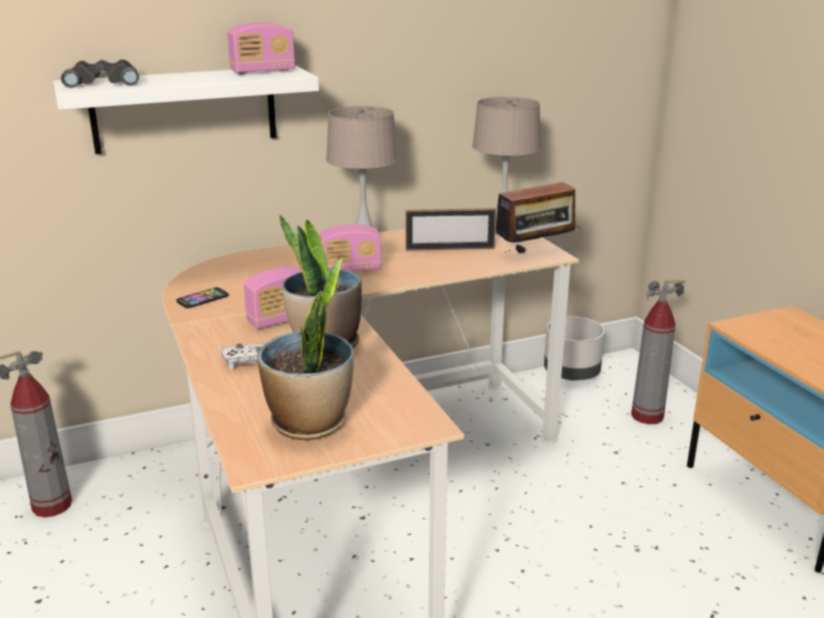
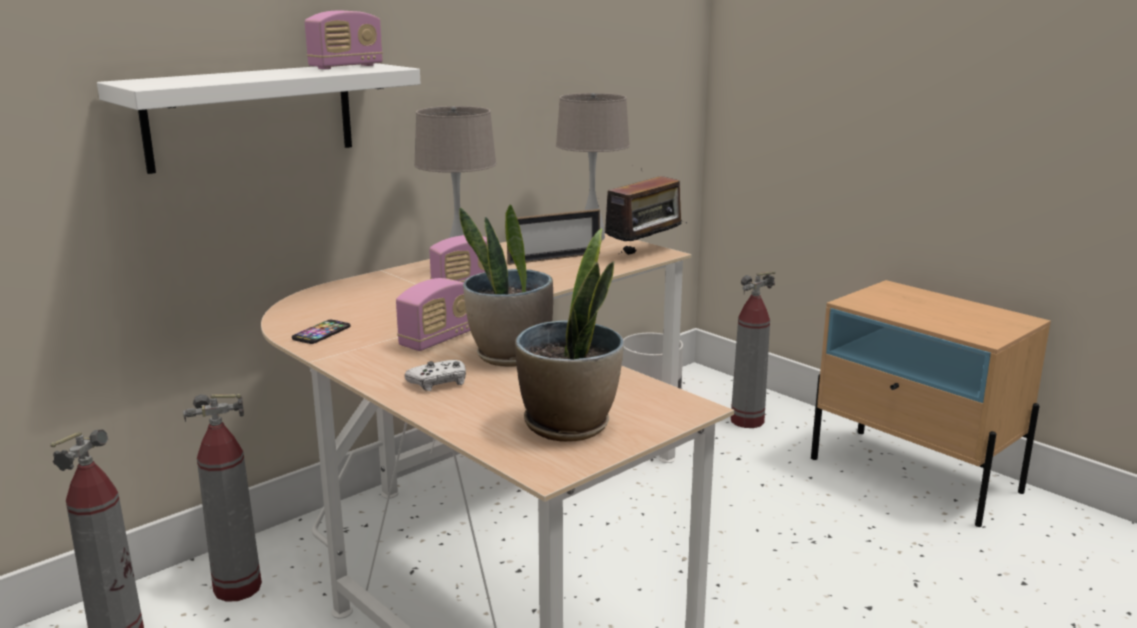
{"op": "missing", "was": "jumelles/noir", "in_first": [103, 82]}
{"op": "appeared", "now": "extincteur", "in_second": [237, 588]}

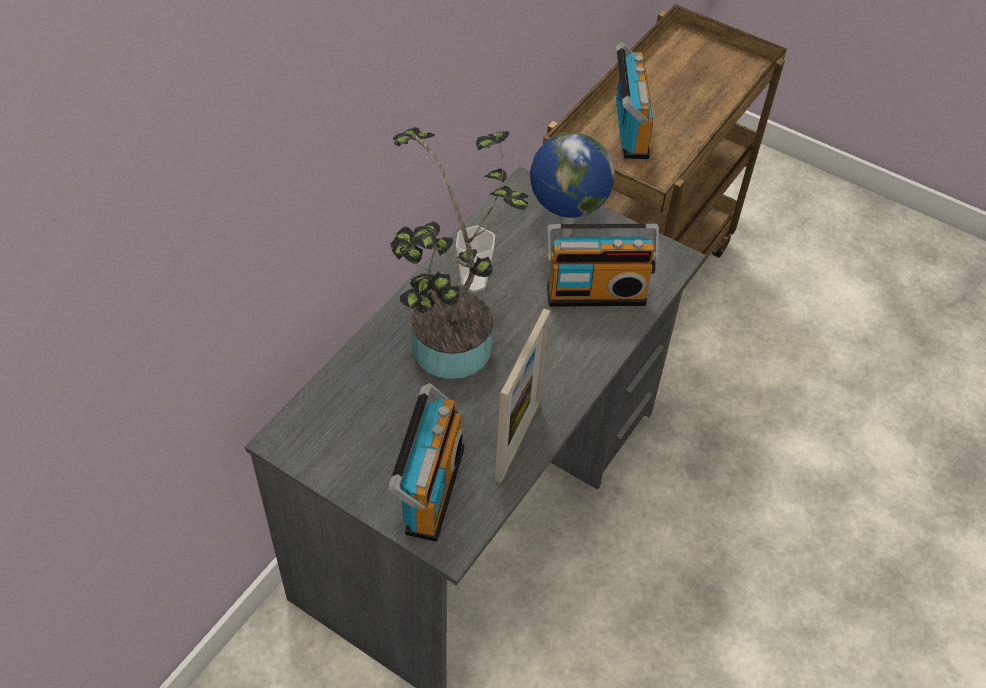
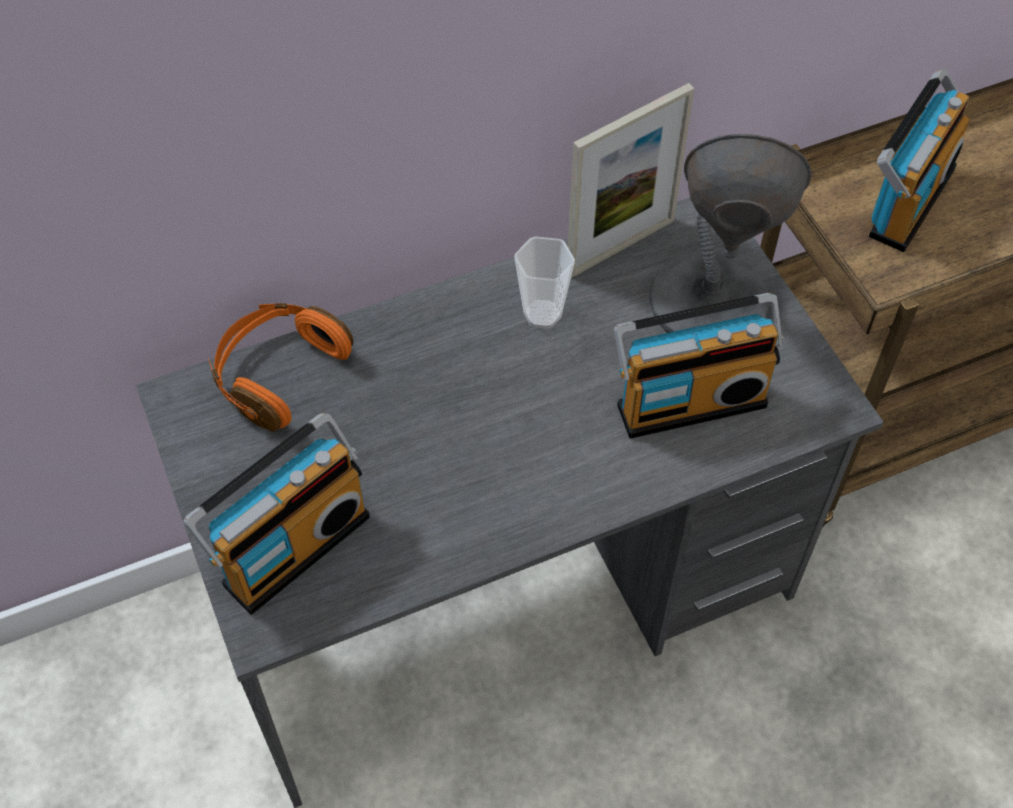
{"op": "missing", "was": "plante en pot", "in_first": [448, 354]}
{"op": "appeared", "now": "casque audio/orange", "in_second": [278, 373]}
{"op": "relocated", "was": "cadre photo", "in_first": [518, 440], "in_second": [620, 246]}
{"op": "exchanged", "was": "globe", "now": "lampe de table/gris", "in_first": [563, 232], "in_second": [707, 301]}
{"op": "spun", "was": "radio", "in_first": [595, 291], "in_second": [689, 400], "clockwise": -45}

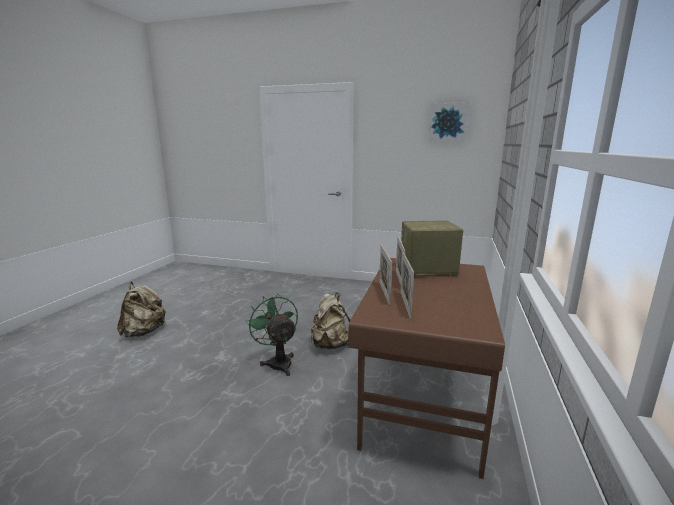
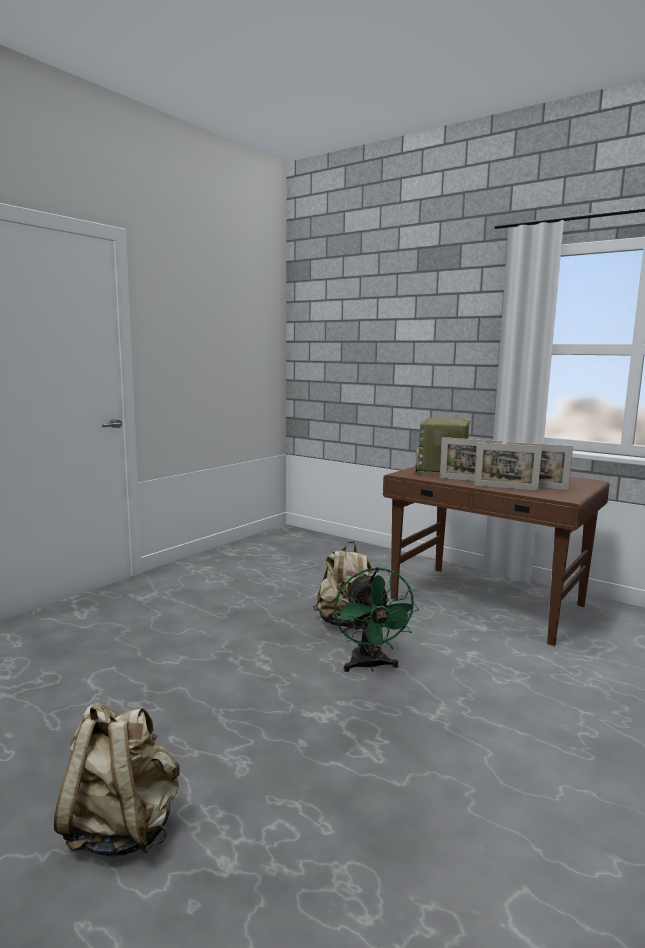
{"op": "missing", "was": "tableau", "in_first": [448, 122]}
{"op": "spun", "was": "ventilateur/vert", "in_first": [278, 362], "in_second": [370, 666], "clockwise": -90}

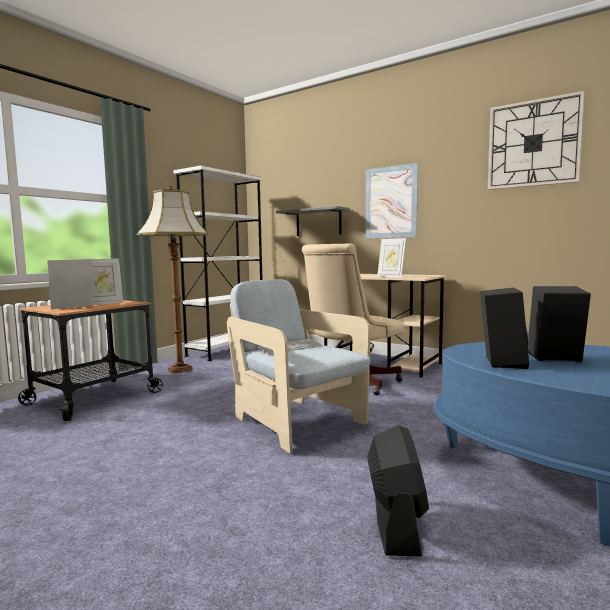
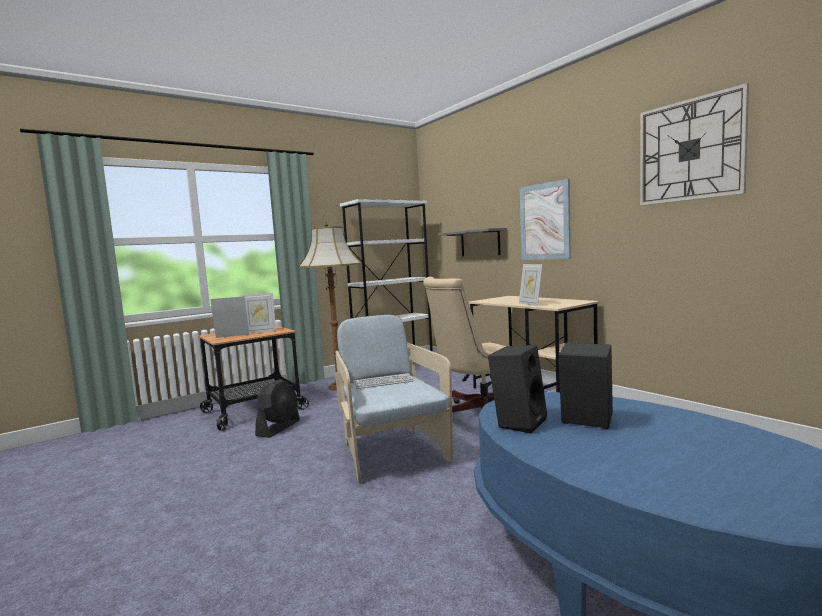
{"op": "relocated", "was": "ventilateur/noir", "in_first": [396, 524], "in_second": [279, 428]}

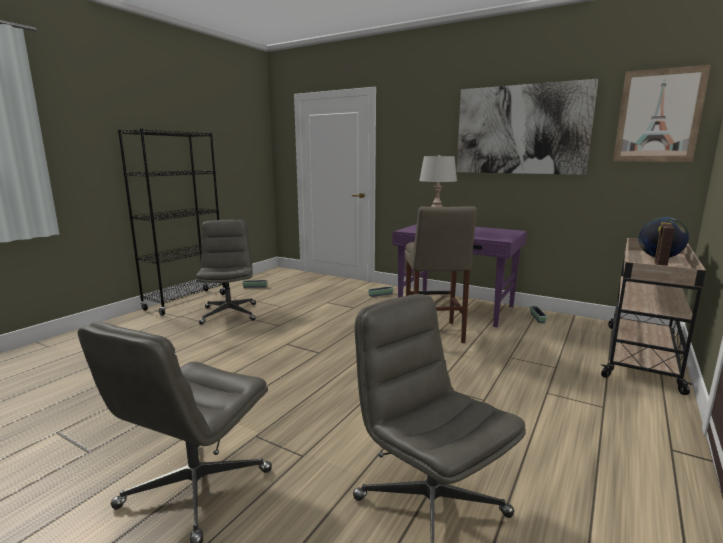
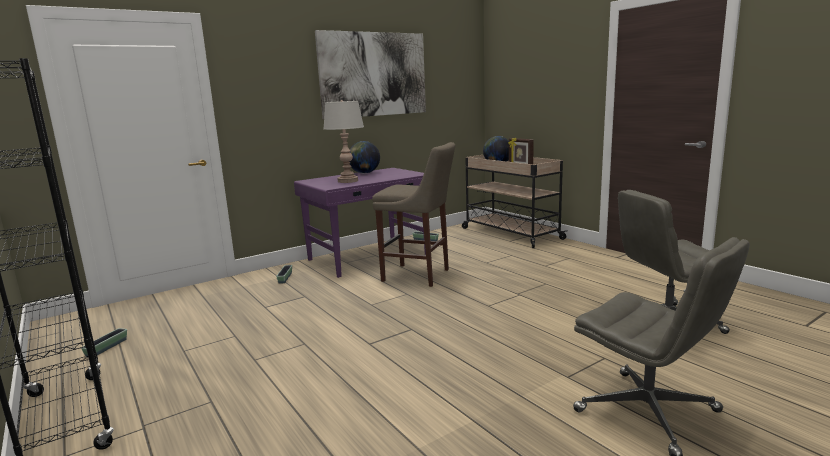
{"op": "missing", "was": "chaise de bureau/gris", "in_first": [229, 313]}
{"op": "missing", "was": "tableau", "in_first": [658, 116]}
{"op": "appeared", "now": "globe", "in_second": [364, 173]}

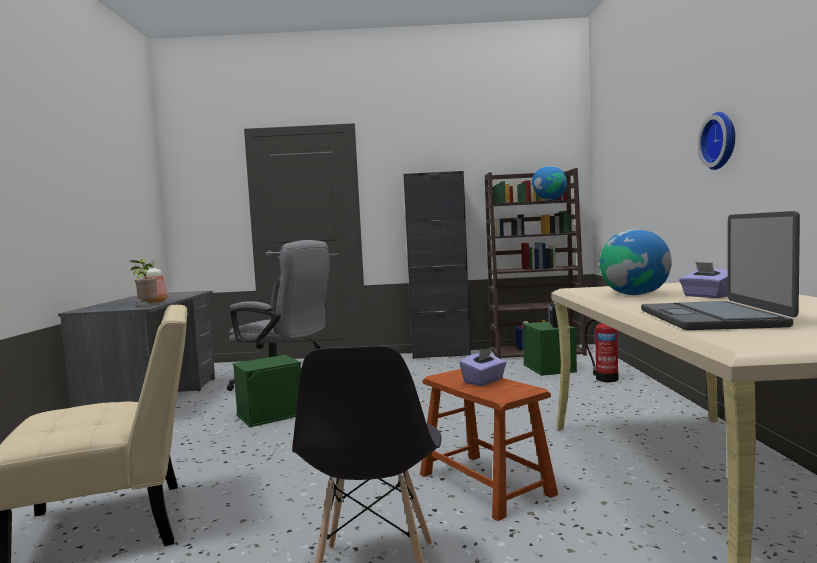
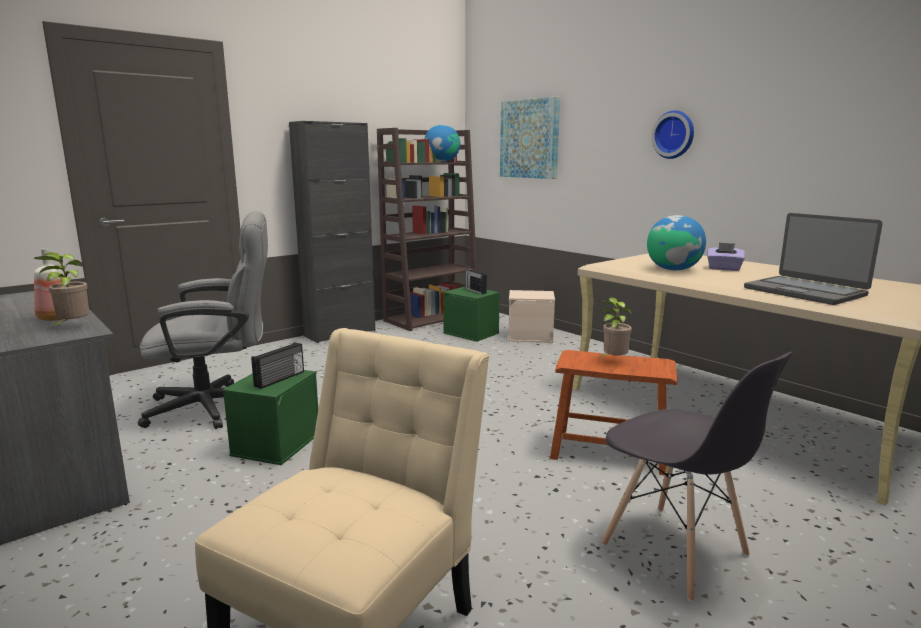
{"op": "appeared", "now": "radio", "in_second": [280, 379]}
{"op": "appeared", "now": "tableau", "in_second": [529, 139]}
{"op": "exchanged", "was": "boîte à mouchoirs/violet", "now": "plante en pot", "in_first": [484, 381], "in_second": [613, 360]}
{"op": "exchanged", "was": "extincteur", "now": "boîte de rangement/beige", "in_first": [605, 379], "in_second": [531, 336]}

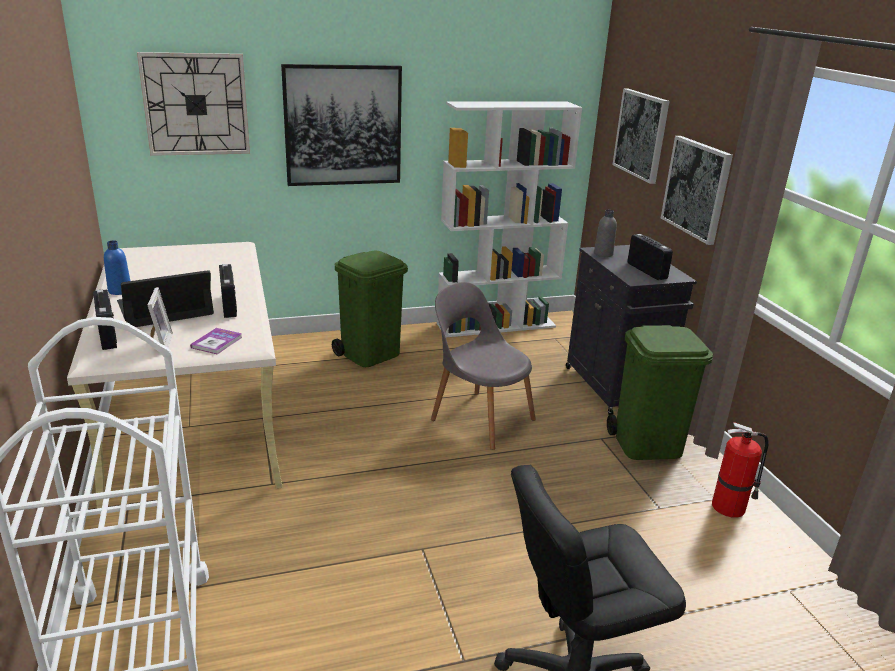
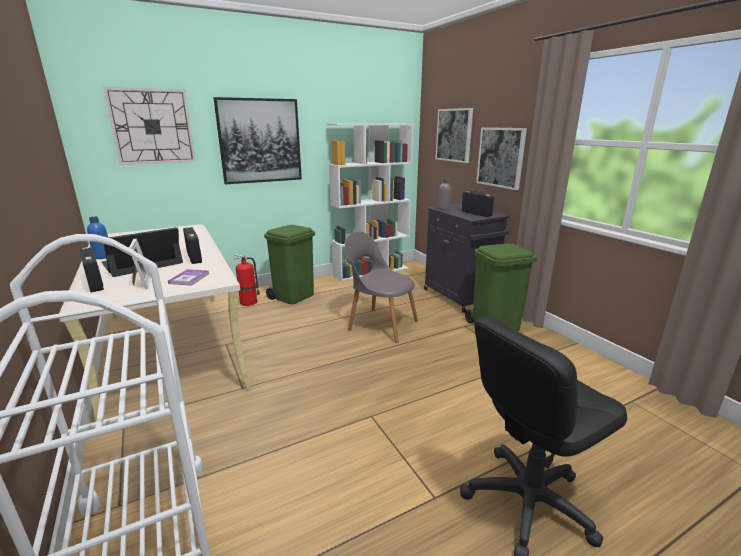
{"op": "relocated", "was": "extincteur", "in_first": [730, 507], "in_second": [249, 302]}

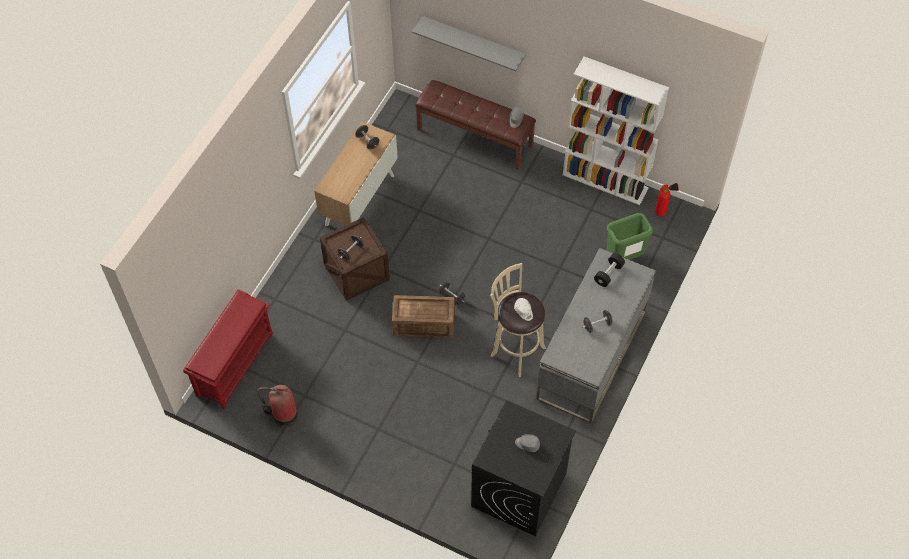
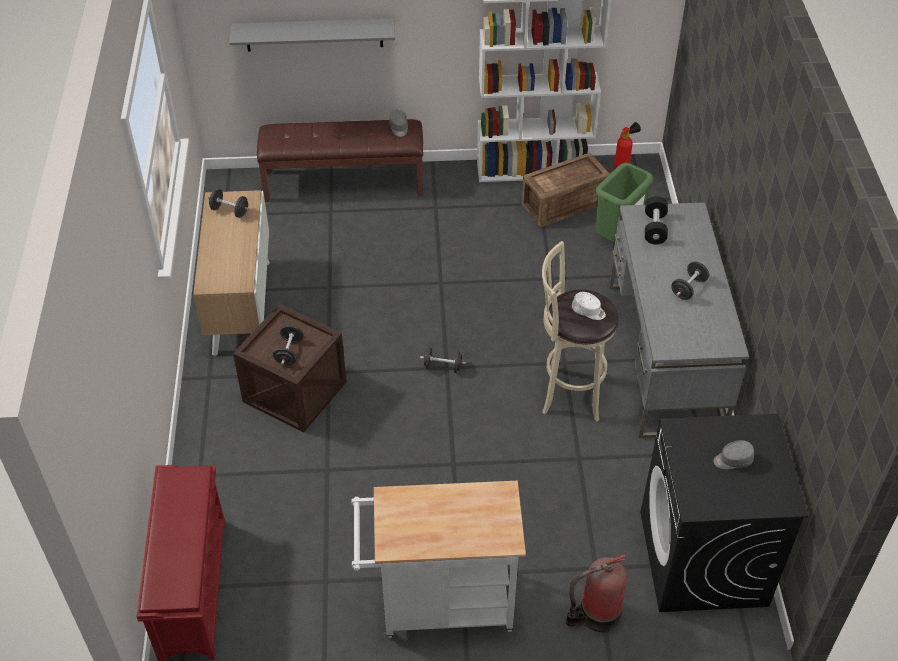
{"op": "appeared", "now": "chariot/blanc", "in_second": [438, 603]}
{"op": "relocated", "was": "extincteur", "in_first": [283, 415], "in_second": [596, 615]}
{"op": "relocated", "was": "caisse", "in_first": [425, 325], "in_second": [565, 204]}

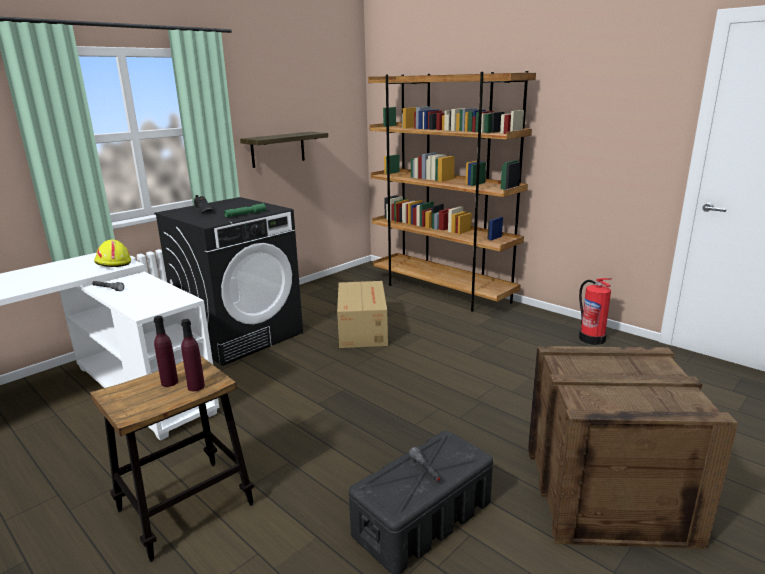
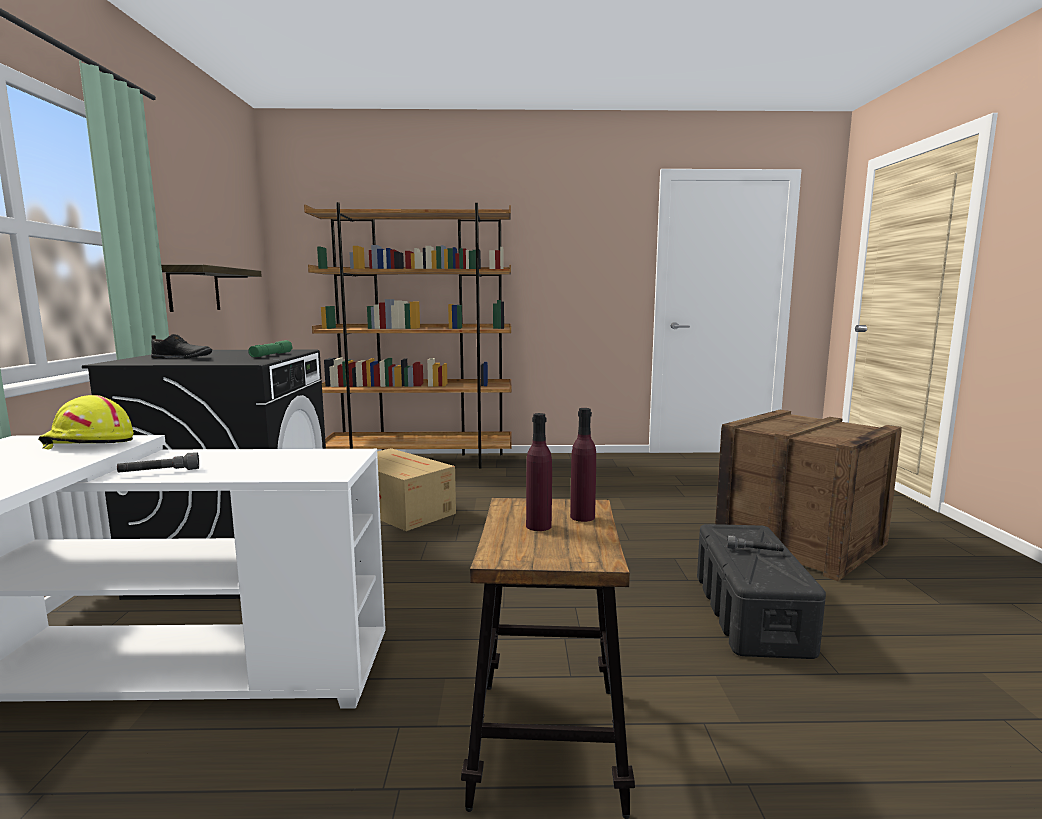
{"op": "missing", "was": "extincteur", "in_first": [591, 338]}

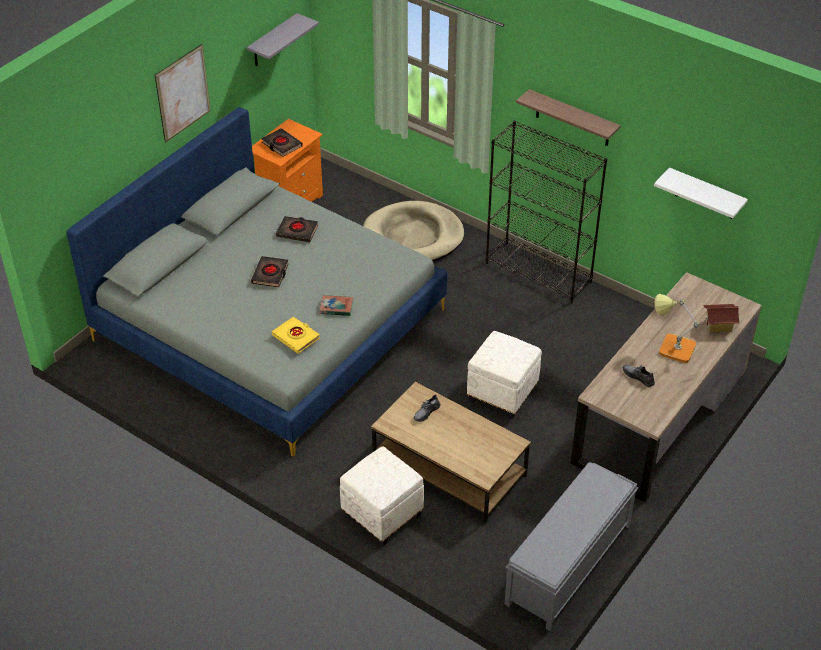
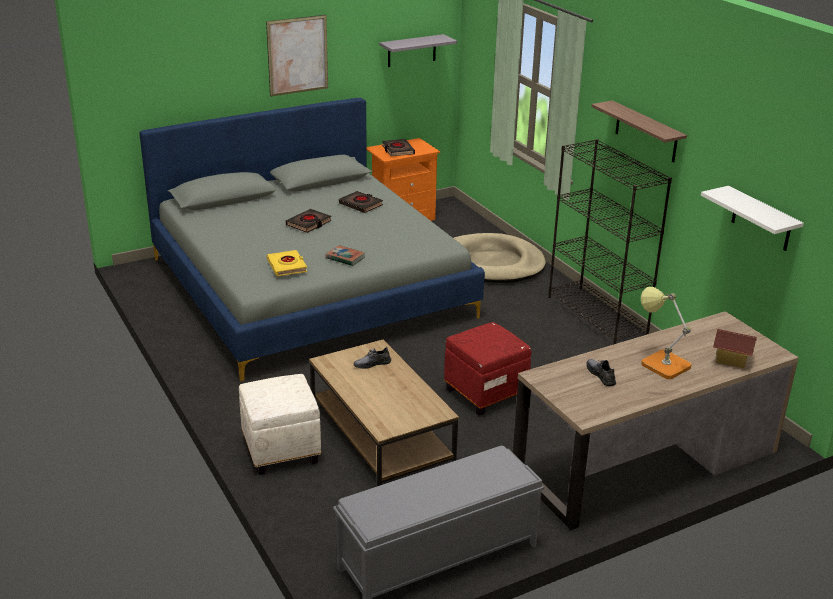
{"op": "colour", "was": "pouf/blanc", "now": "pouf/rouge", "in_first": [502, 394], "in_second": [485, 394]}

